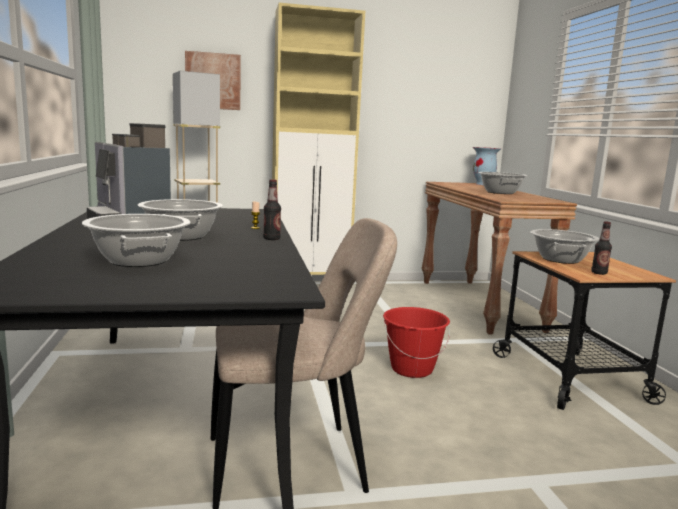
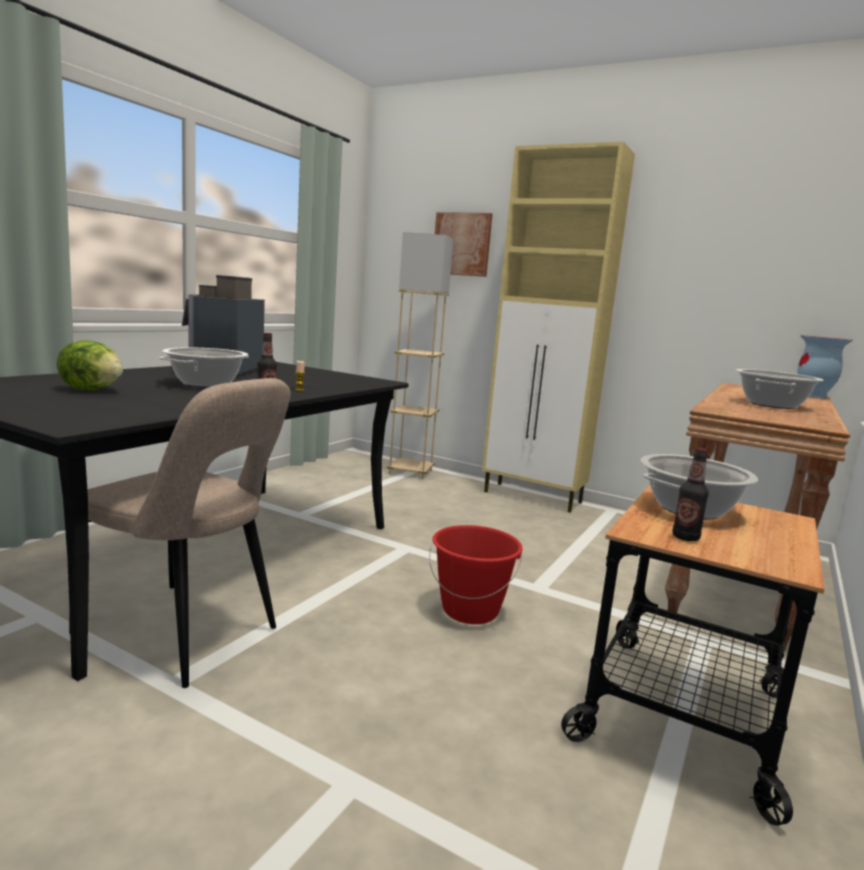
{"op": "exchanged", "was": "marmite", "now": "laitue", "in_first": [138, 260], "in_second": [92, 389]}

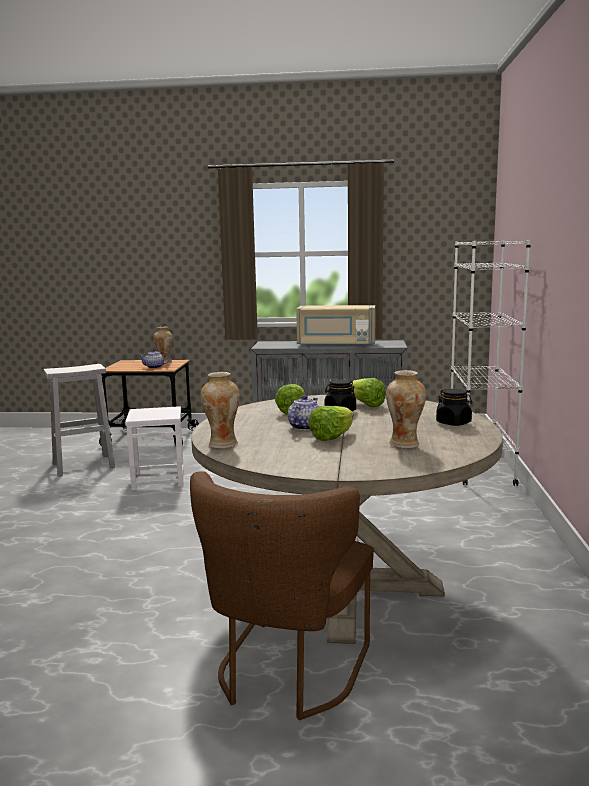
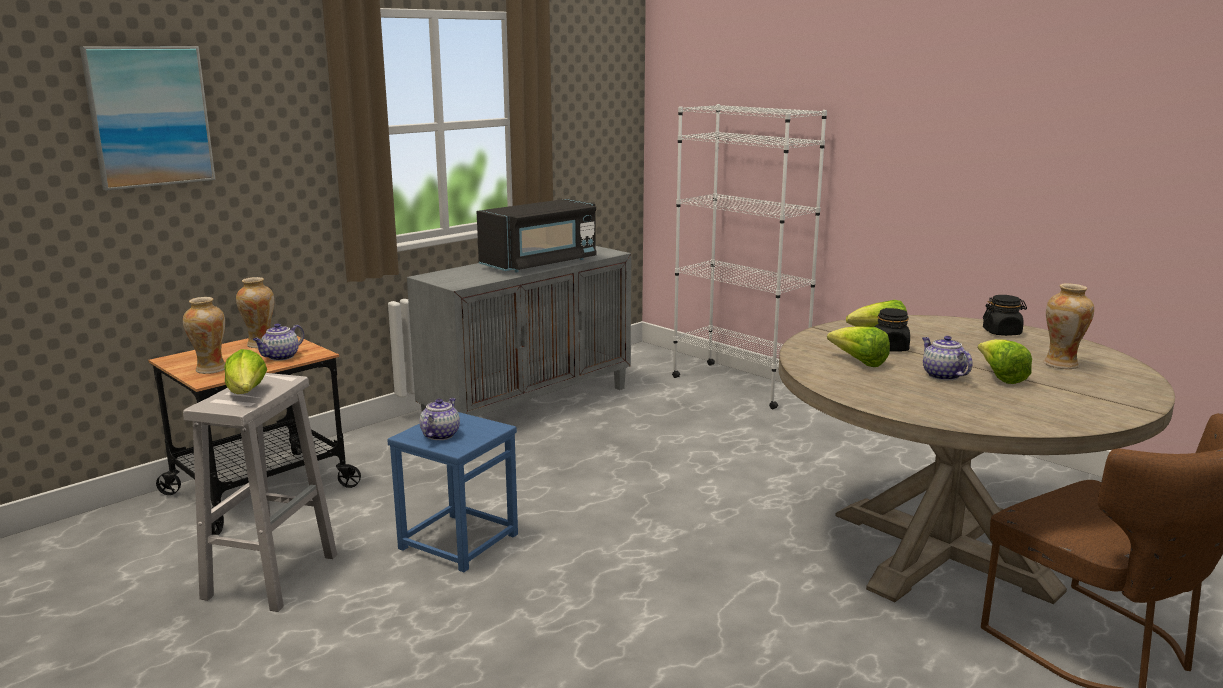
{"op": "appeared", "now": "tableau", "in_second": [149, 116]}
{"op": "appeared", "now": "laitue", "in_second": [247, 394]}
{"op": "appeared", "now": "théière", "in_second": [440, 435]}
{"op": "relocated", "was": "vase", "in_first": [222, 444], "in_second": [211, 369]}
{"op": "colour", "was": "tabouret/blanc", "now": "tabouret/bleu", "in_first": [158, 479], "in_second": [458, 541]}
{"op": "colour", "was": "micro-ondes/beige", "now": "micro-ondes/noir", "in_first": [336, 345], "in_second": [540, 264]}

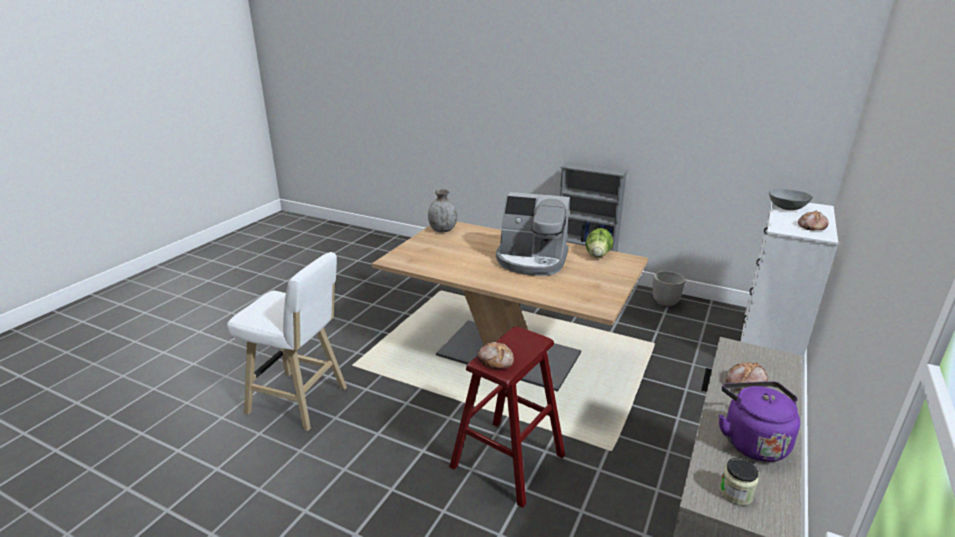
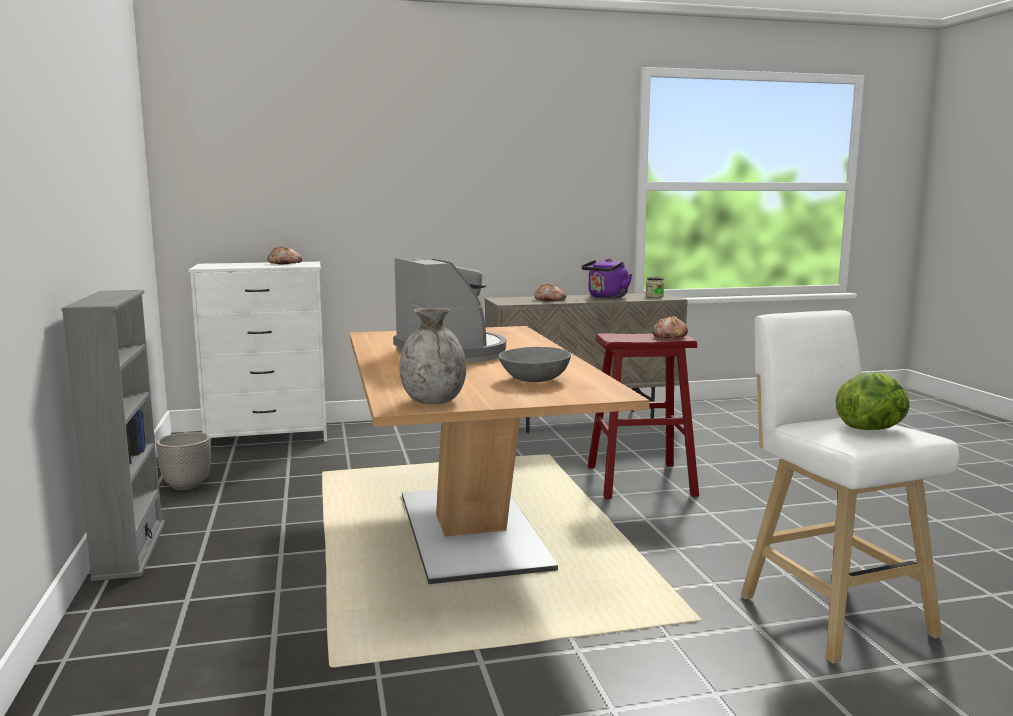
{"op": "relocated", "was": "laitue", "in_first": [598, 255], "in_second": [872, 429]}
{"op": "relocated", "was": "bol/gris", "in_first": [787, 207], "in_second": [534, 379]}

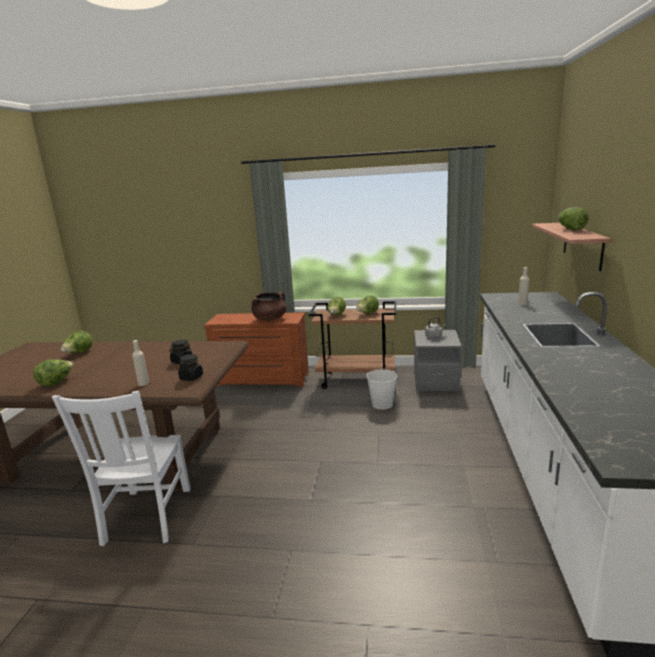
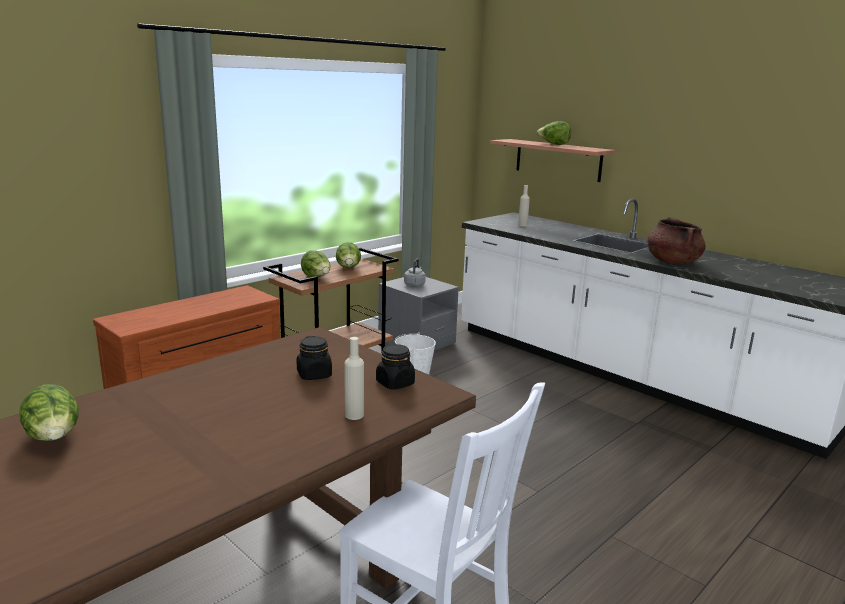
{"op": "missing", "was": "laitue", "in_first": [56, 382]}
{"op": "relocated", "was": "marmite/marron", "in_first": [270, 319], "in_second": [672, 262]}

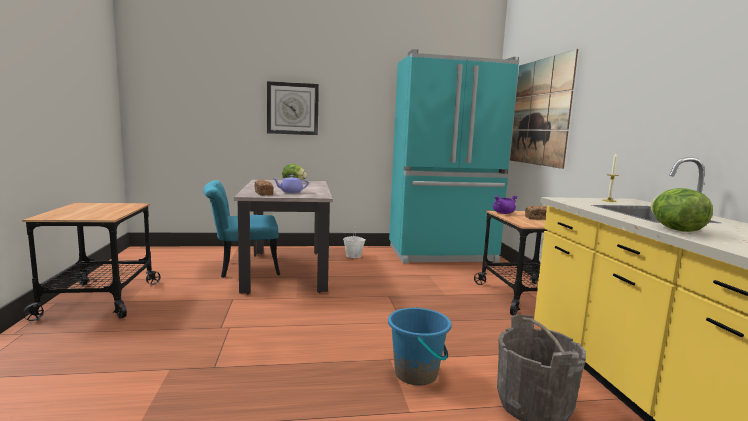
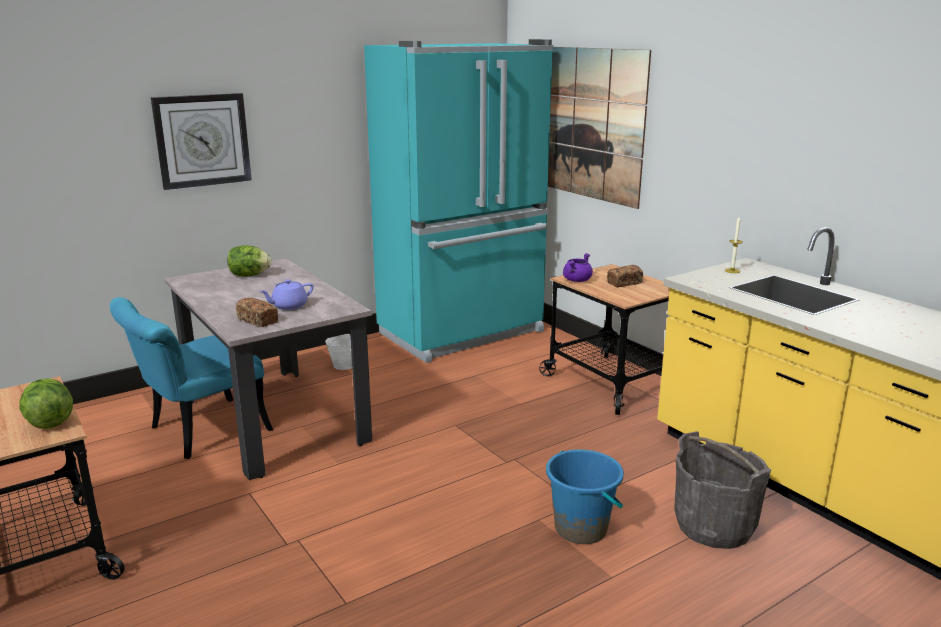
{"op": "relocated", "was": "laitue", "in_first": [675, 229], "in_second": [50, 422]}

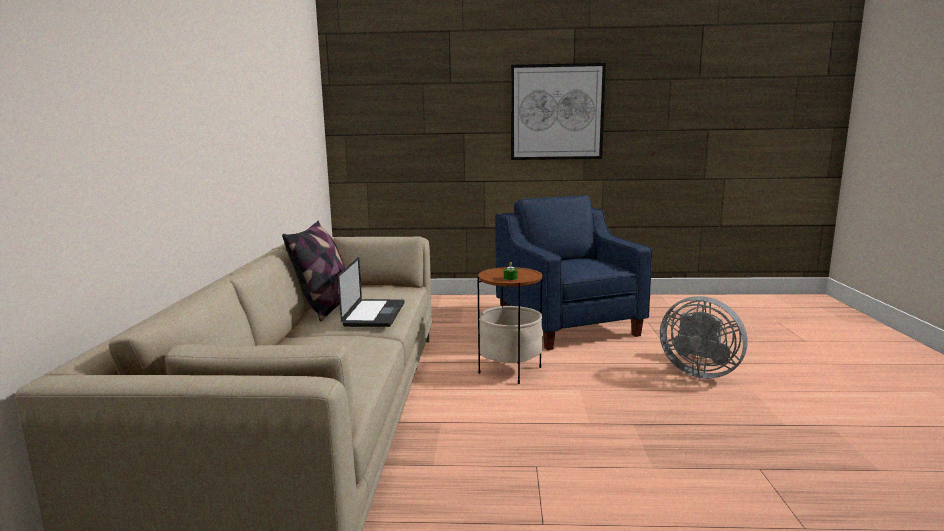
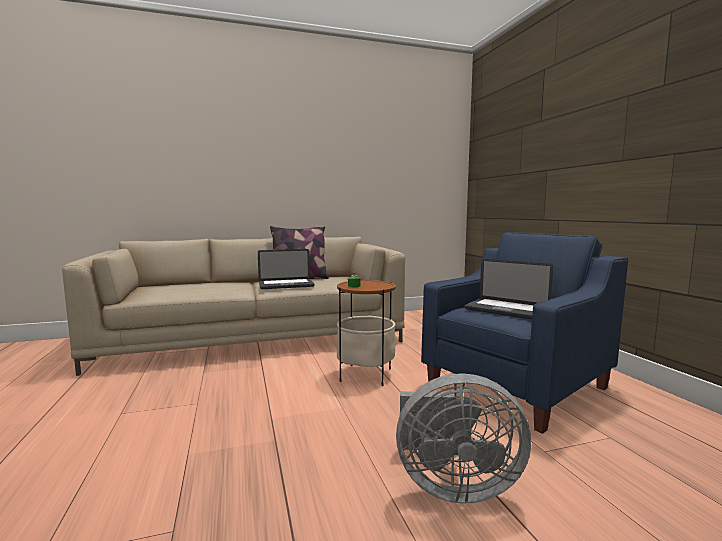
{"op": "missing", "was": "tableau", "in_first": [557, 112]}
{"op": "appeared", "now": "ordinateur portable", "in_second": [506, 310]}
{"op": "spun", "was": "ventilateur/gris", "in_first": [699, 372], "in_second": [452, 485], "clockwise": -105}

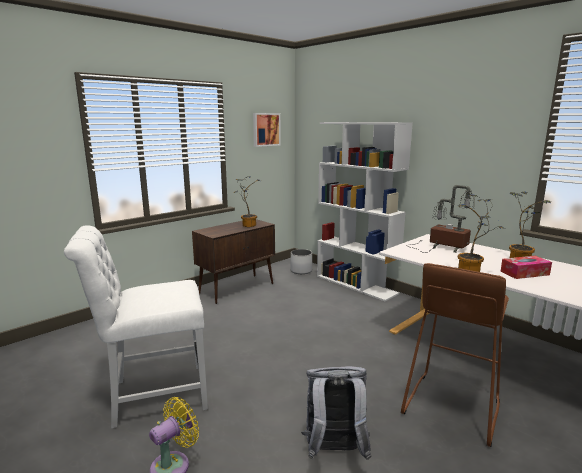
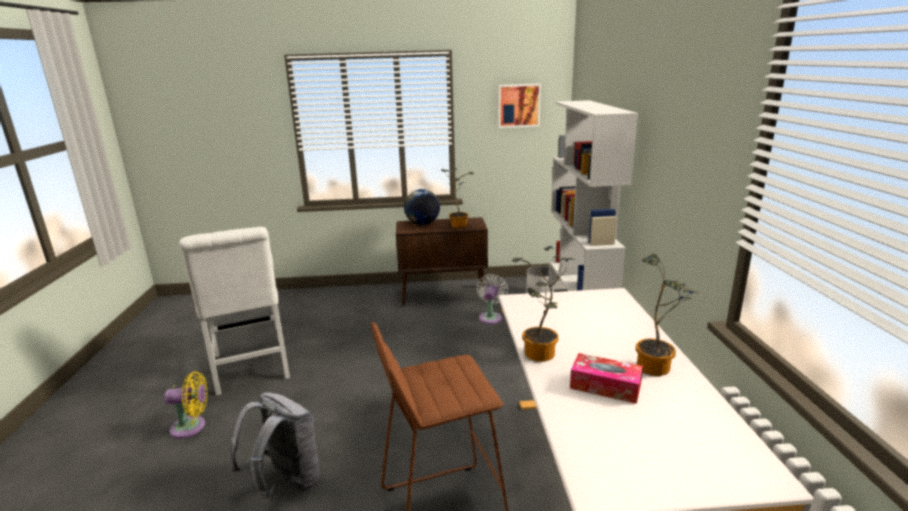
{"op": "missing", "was": "lampe de table", "in_first": [441, 247]}
{"op": "appeared", "now": "globe", "in_second": [422, 224]}
{"op": "appeared", "now": "ventilateur/blanc", "in_second": [491, 317]}
{"op": "spun", "was": "chaise/blanc", "in_first": [153, 395], "in_second": [250, 369], "clockwise": -135}

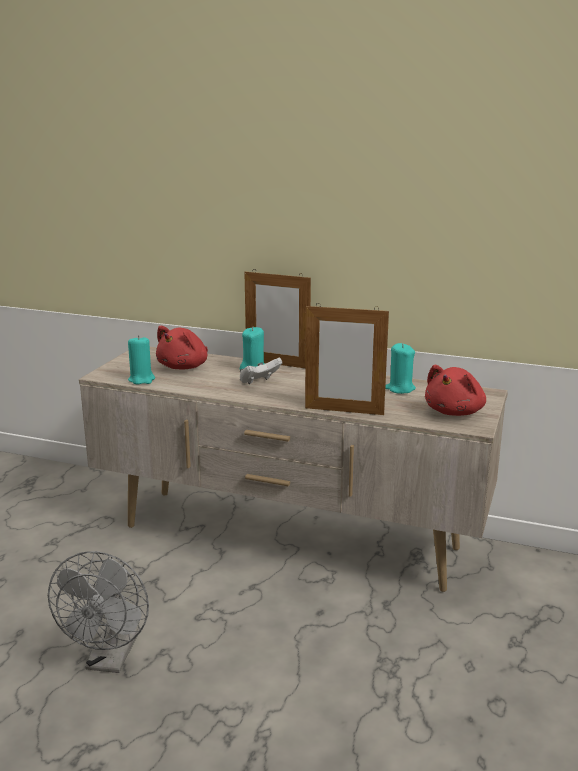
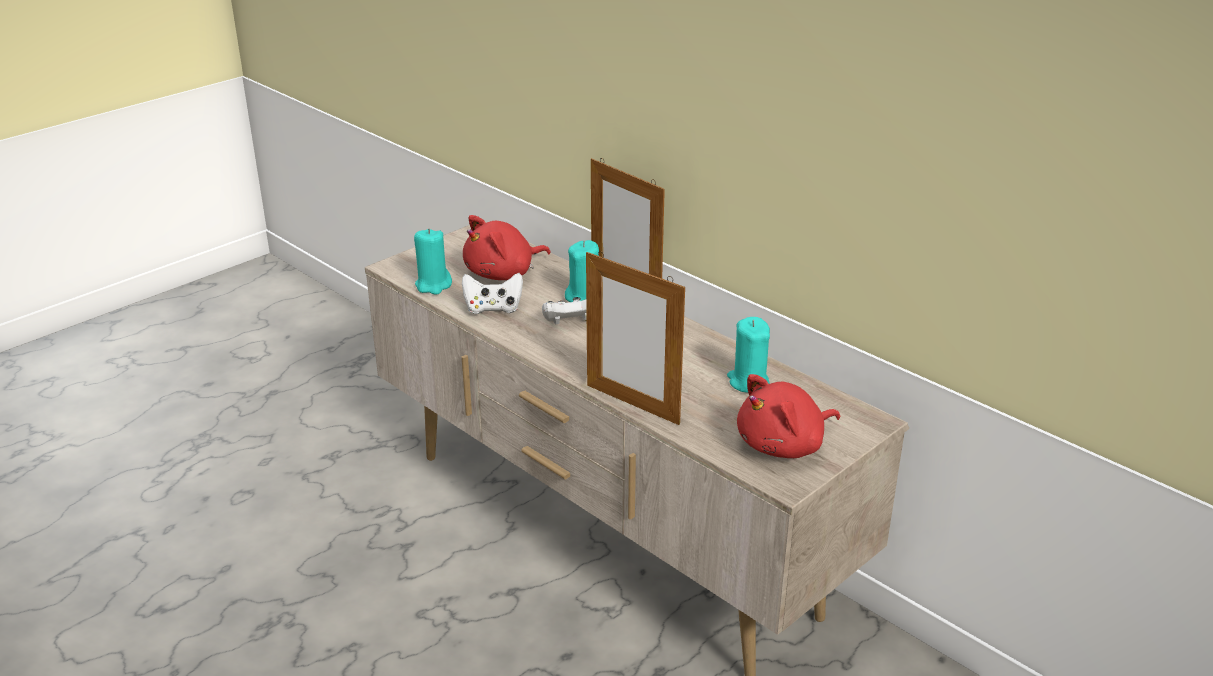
{"op": "missing", "was": "ventilateur/gris", "in_first": [110, 660]}
{"op": "appeared", "now": "manette/blanc", "in_second": [493, 309]}

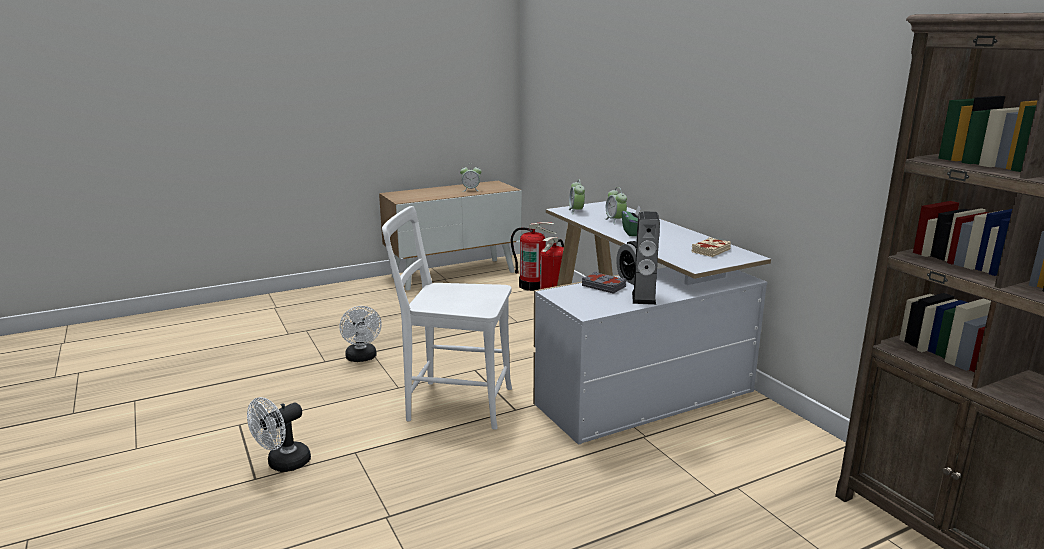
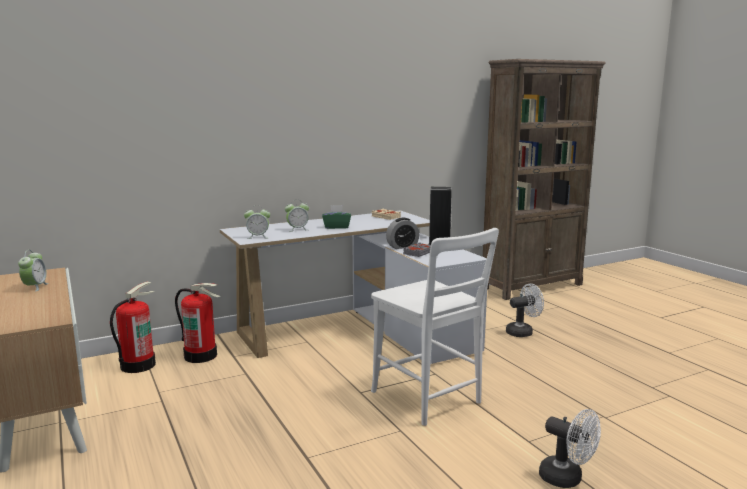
{"op": "relocated", "was": "ventilateur/blanc", "in_first": [362, 358], "in_second": [523, 332]}
{"op": "spun", "was": "chaise/blanc", "in_first": [454, 403], "in_second": [429, 399], "clockwise": -45}

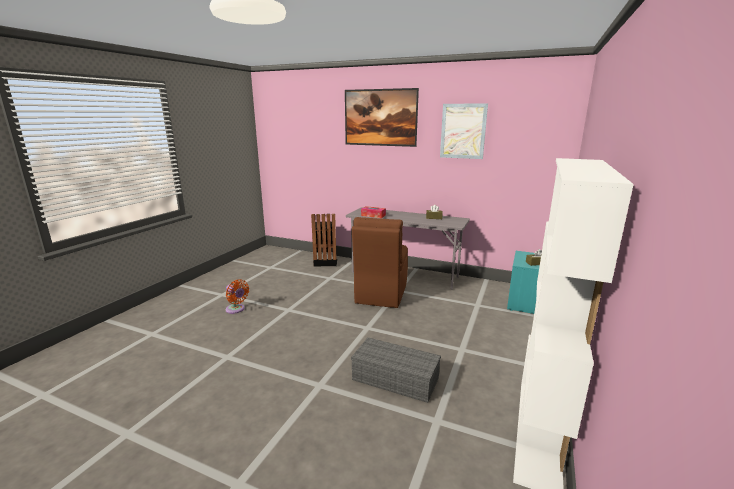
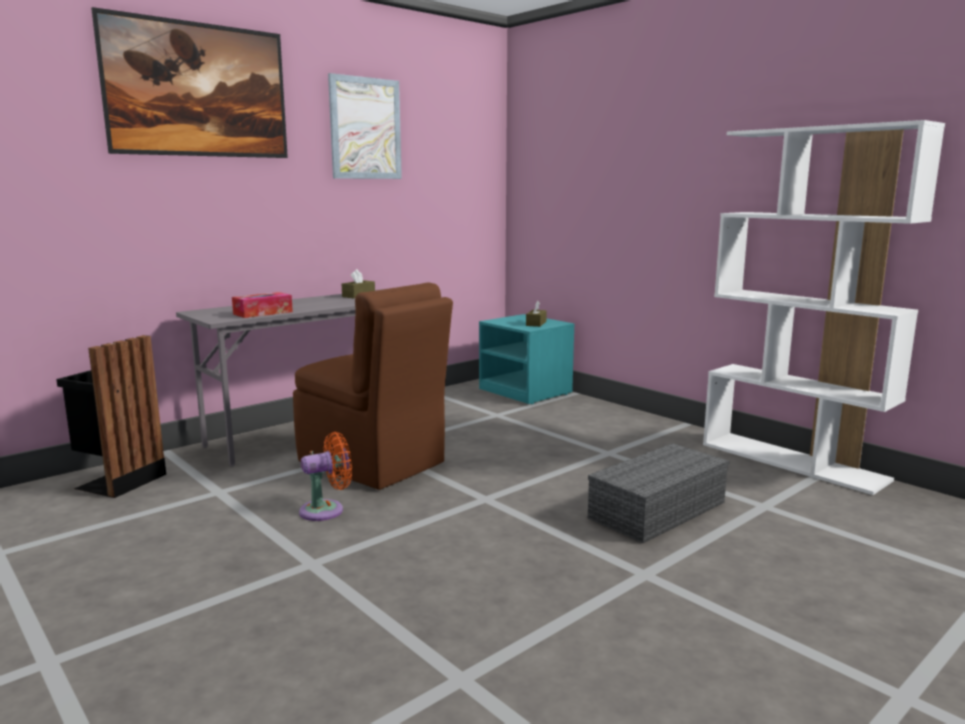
{"op": "relocated", "was": "ventilateur/orange", "in_first": [236, 309], "in_second": [326, 510]}

